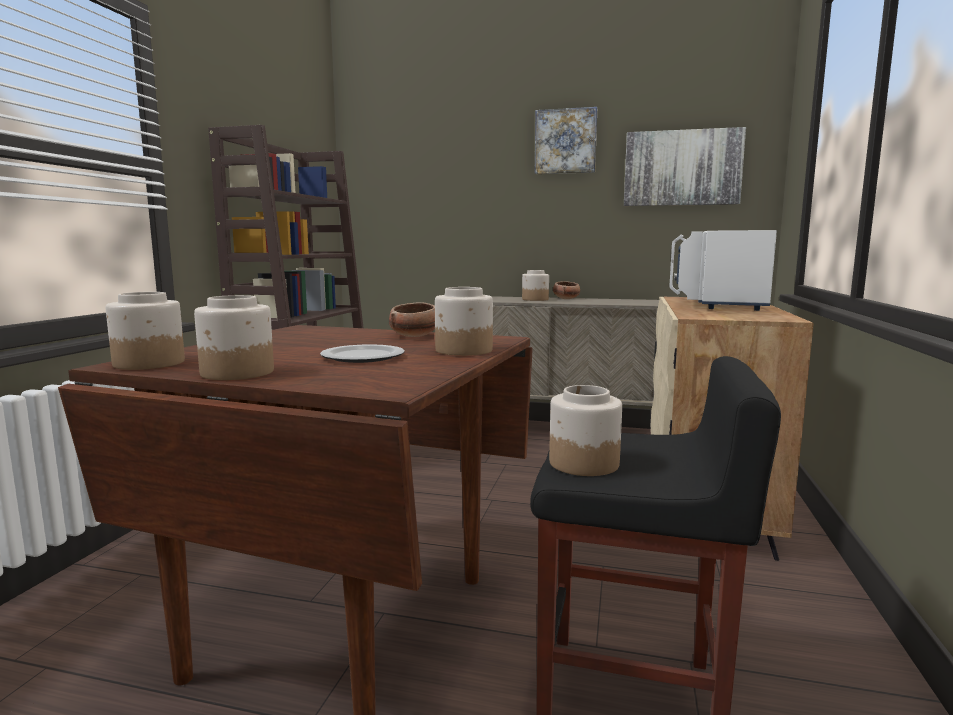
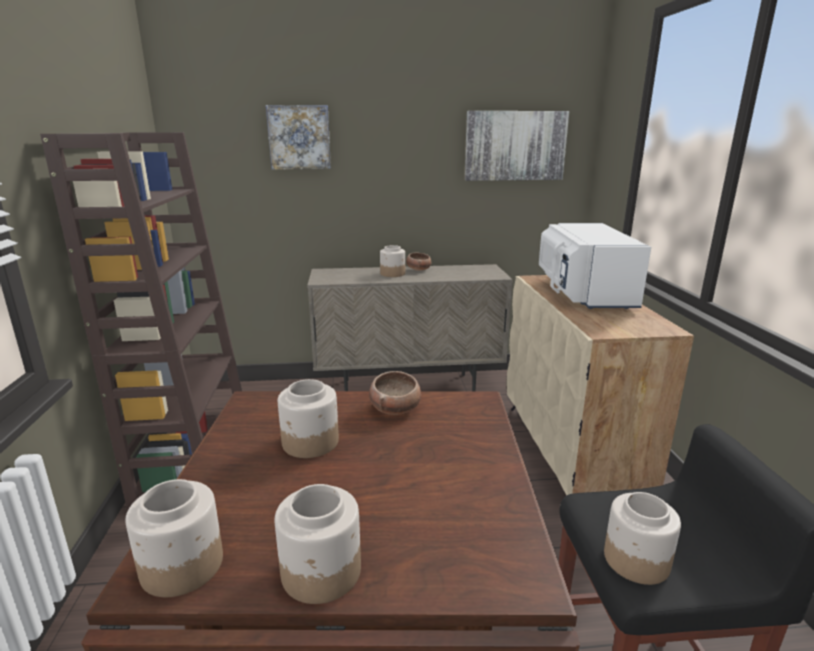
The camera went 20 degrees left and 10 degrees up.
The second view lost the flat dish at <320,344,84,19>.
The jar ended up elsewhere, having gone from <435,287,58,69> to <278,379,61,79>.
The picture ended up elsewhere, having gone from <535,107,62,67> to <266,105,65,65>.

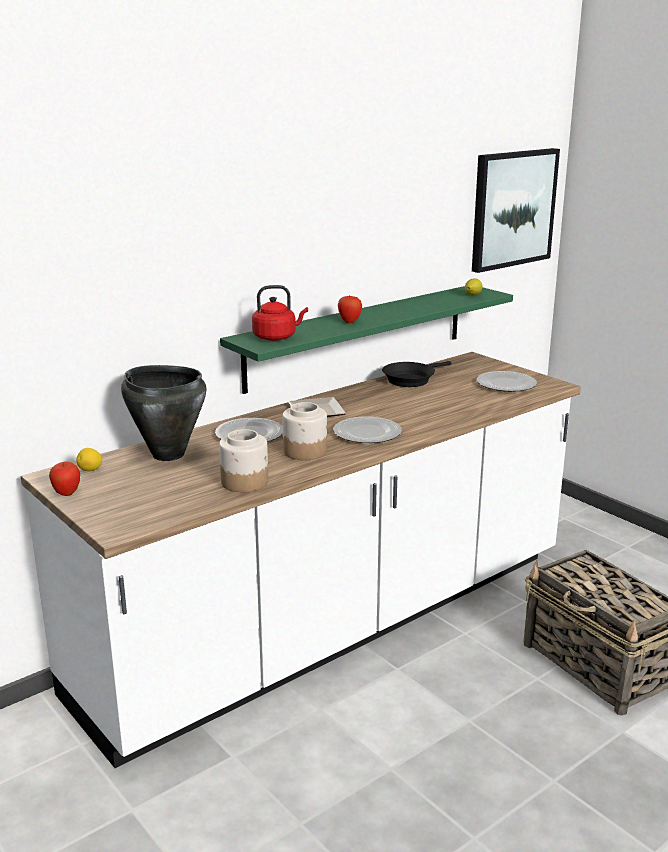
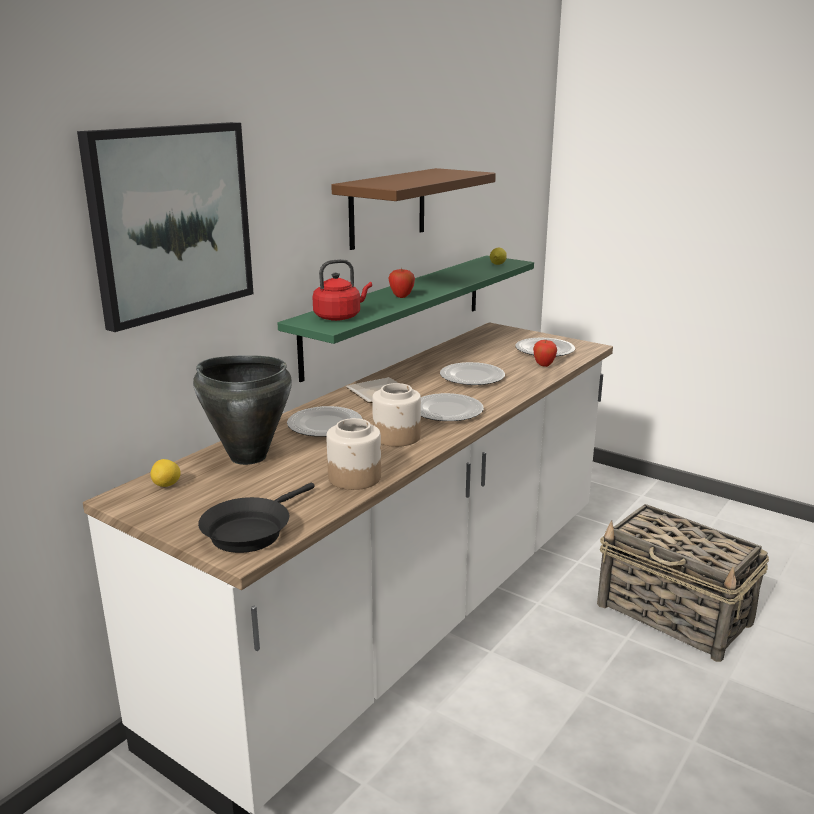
The camera went 15 degrees left and 0 degrees up.
The apple ended up elsewhere, having gone from <49,461,31,35> to <533,340,24,27>.
The black-coloured pan ended up elsewhere, having gone from <382,361,69,26> to <198,483,117,70>.
The picture ended up elsewhere, having gone from <472,148,88,125> to <77,122,177,210>.
The second view gained the brownish wall shelf at <331,168,165,82>.
The second view gained the flat dish at <440,362,65,23>.

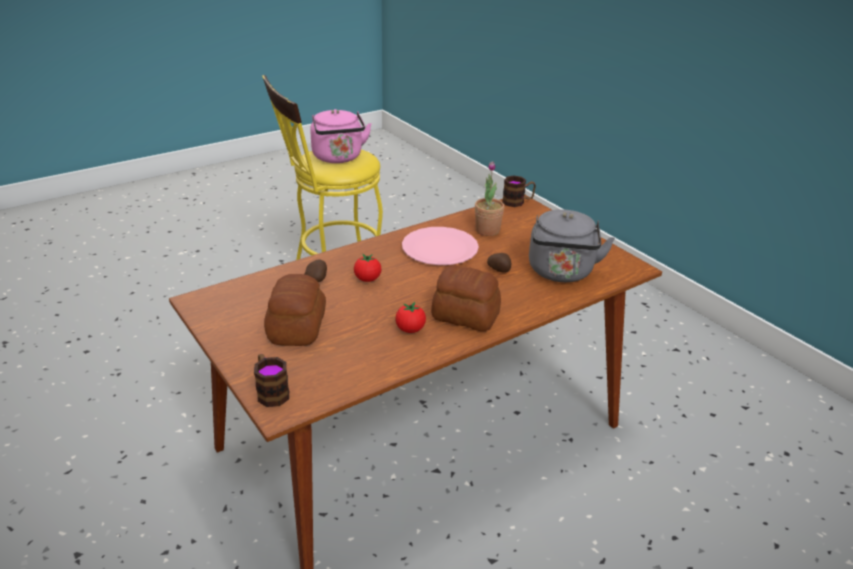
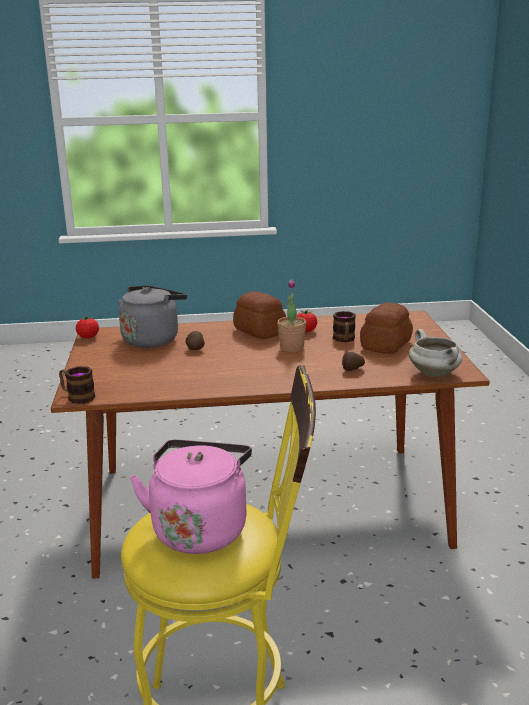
The camera went 150 degrees left and 10 degrees down.
The coffee mug ended up elsewhere, having gone from <254,354,35,53> to <333,311,23,31>.
The tomato ended up elsewhere, having gone from <354,254,28,28> to <76,316,23,22>.
The second view lost the pink flat dish at <402,227,77,38>.
The plant in a pot ended up elsewhere, having gone from <475,161,29,75> to <277,279,29,73>.
The second view gained the white stockpot at <409,329,53,48>.

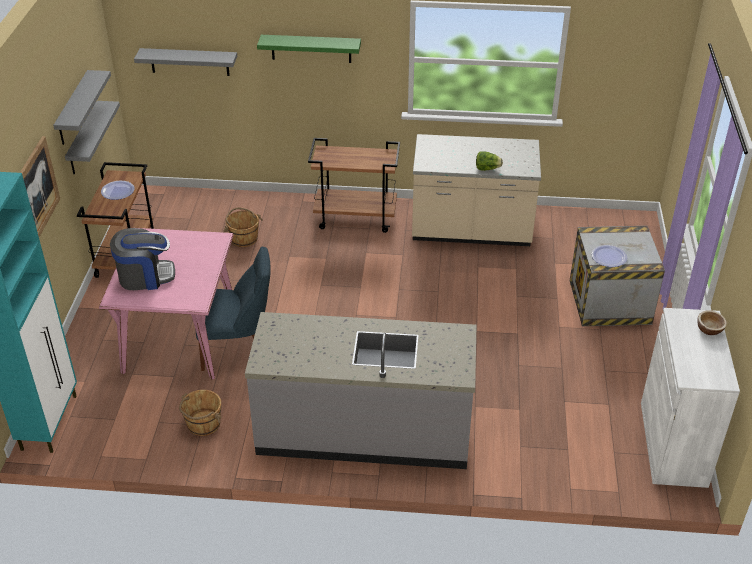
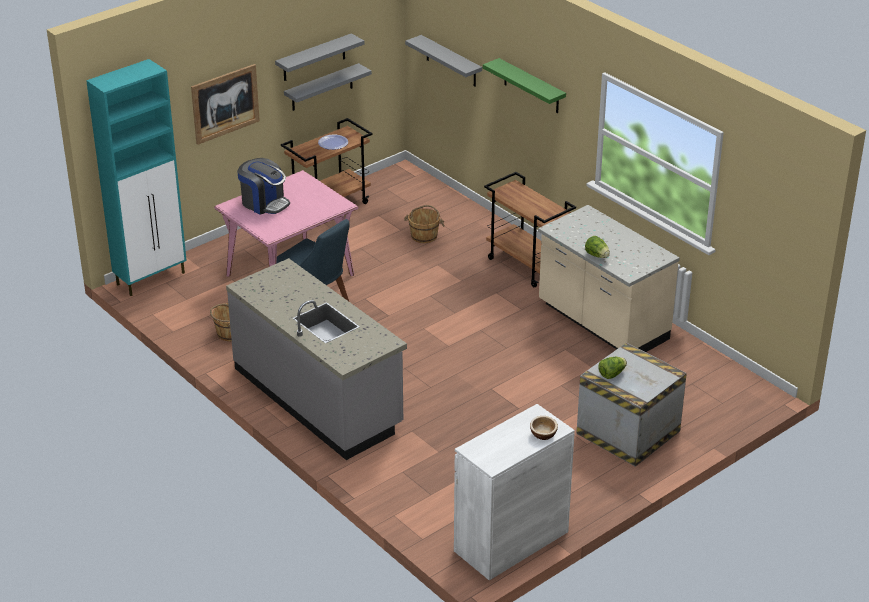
The camera went 45 degrees right and 5 degrees down.
Where the flat dish stood at <592,245,35,22>, the lettuce head came to stand at <598,357,29,22>.

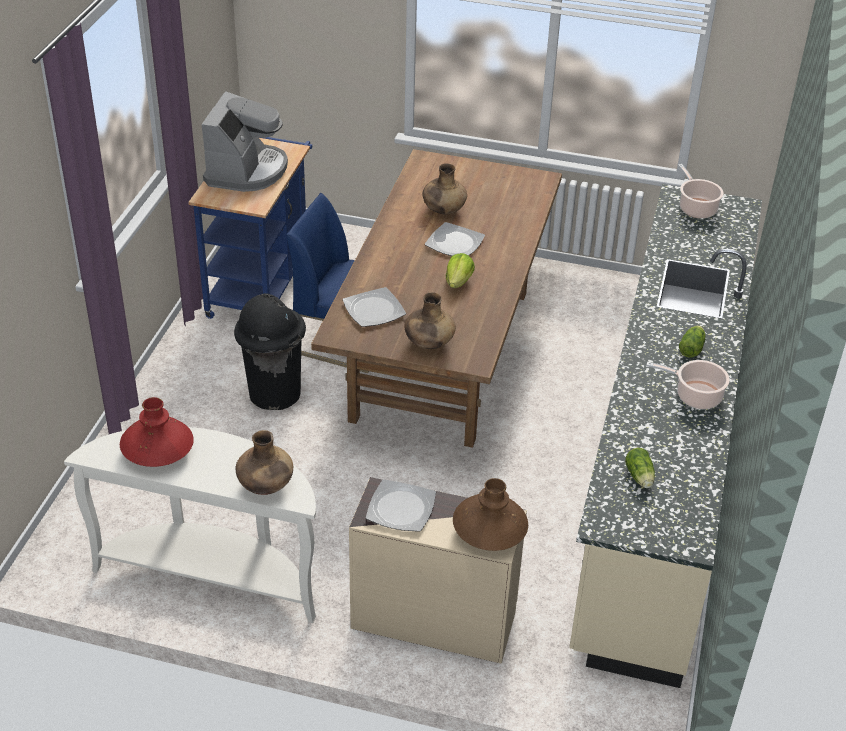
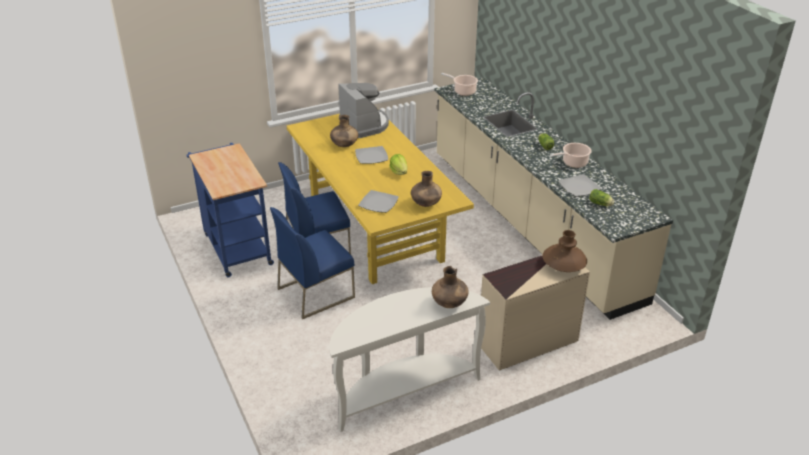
The camera went 40 degrees left and 5 degrees down.
The second view lost the red-coloured vase at <120,397,74,70>.
The coffee machine ended up elsewhere, having gone from <202,91,86,101> to <338,83,51,55>.
Where the black-coloured waste bin stood at <234,293,72,117>, the blue-coloured upright chair came to stand at <270,207,85,112>.
What was the brownish dining table at <311,149,251,299> turned into the yellow dining table at <287,107,187,177>.
The flat dish ended up elsewhere, having gone from <366,479,70,53> to <558,174,43,23>.

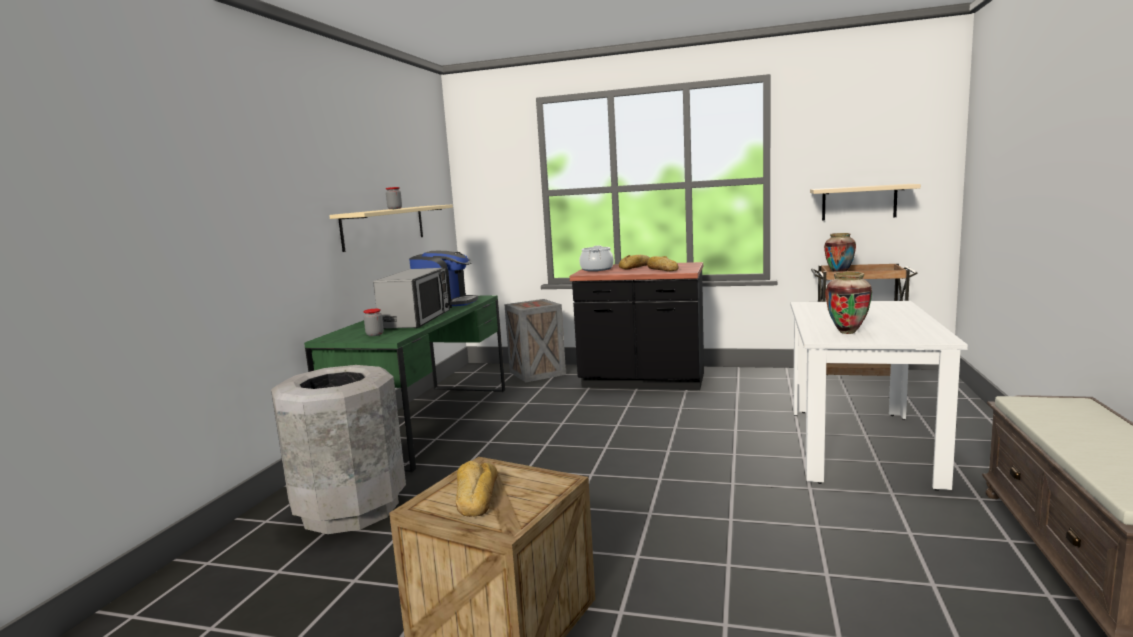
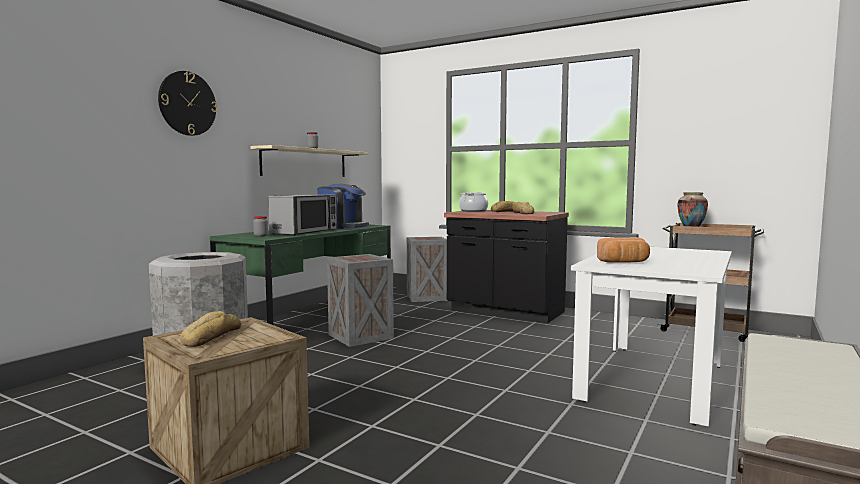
The camera went 15 degrees right and 5 degrees down.
The second view lost the beige wall shelf at <810,184,111,36>.
Where the vase stood at <825,272,47,62>, the bakery bread came to stand at <597,237,53,26>.
The second view gained the wall clock at <158,71,59,65>.
The second view gained the crate at <327,254,67,93>.

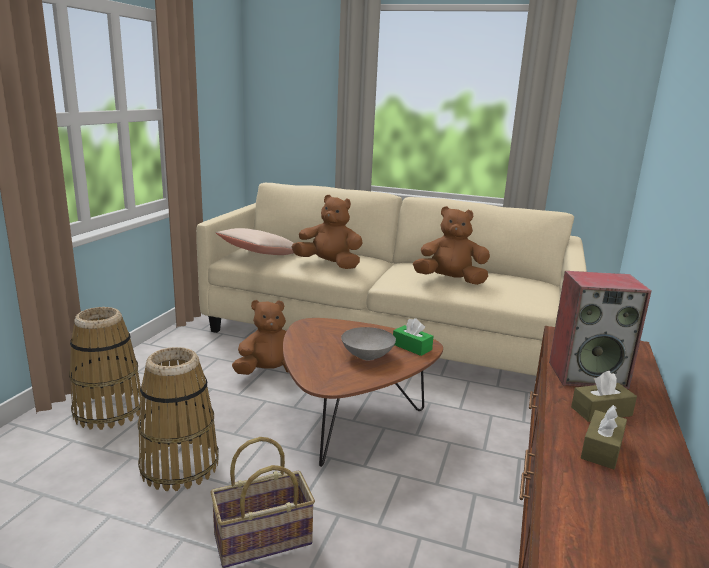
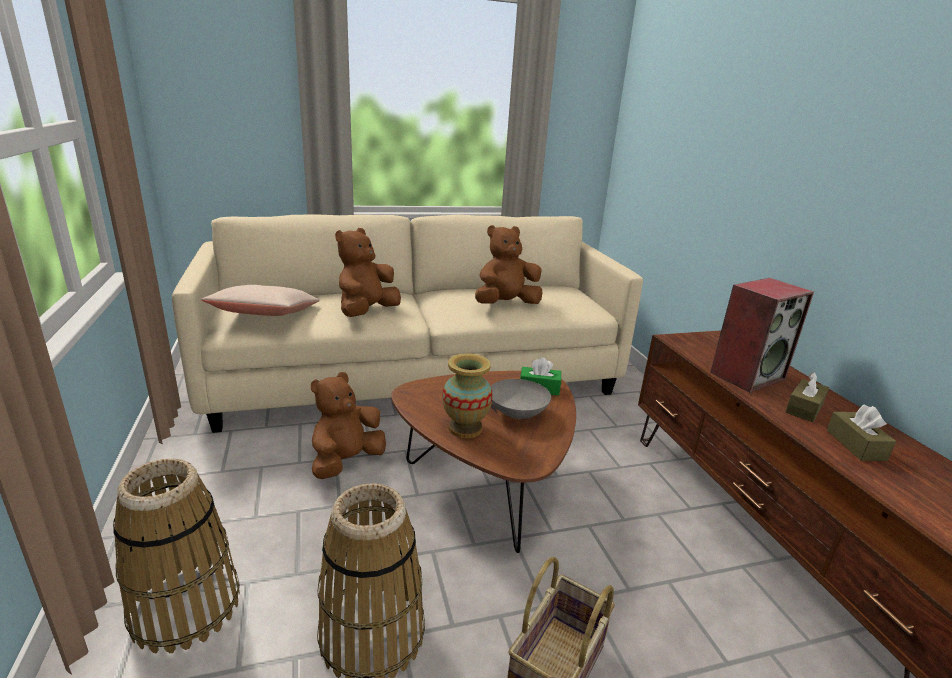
The camera went 35 degrees left and 5 degrees up.
The brownish soft toy at <292,195,71,74> ended up facing another way, 45 degrees counterclockwise from before.
The second view gained the vase at <442,353,51,85>.

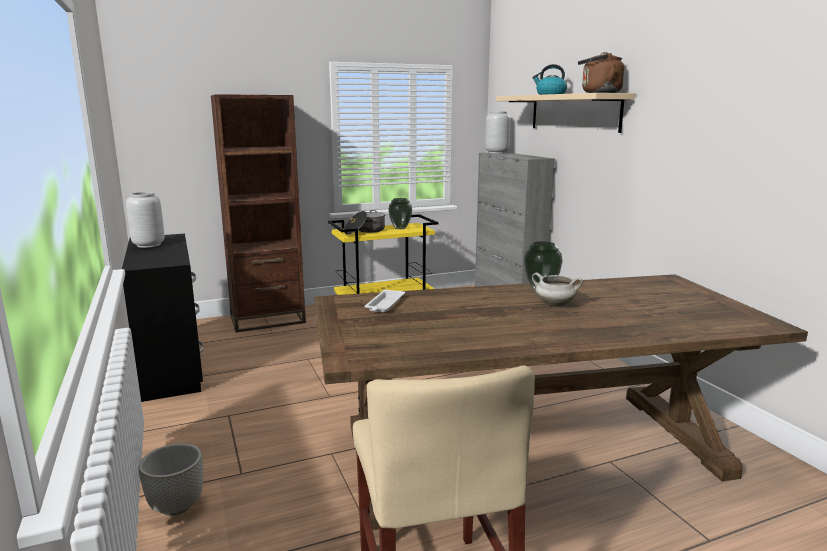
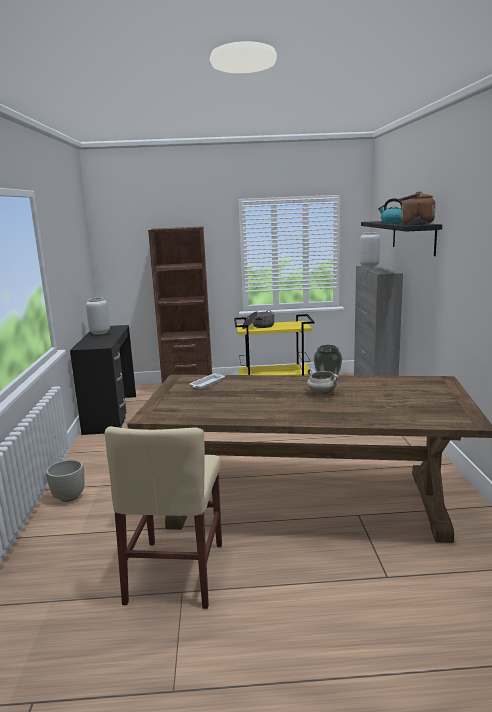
The camera went 20 degrees right and 0 degrees up.
The second view lost the vase at <388,198,24,31>.
What was the beige wall shelf at <496,93,139,40> turned into the black-coloured wall shelf at <361,221,81,35>.

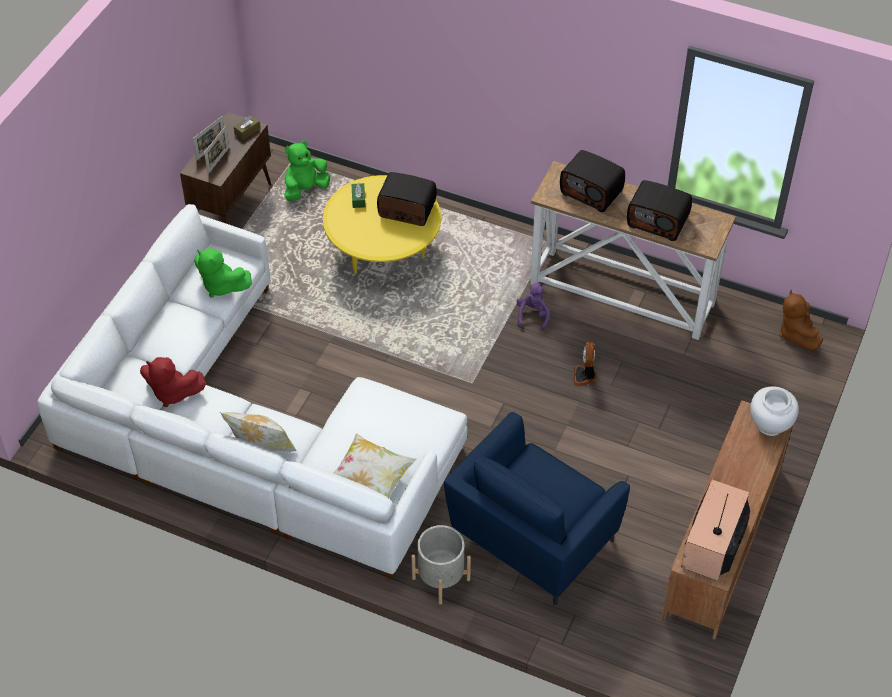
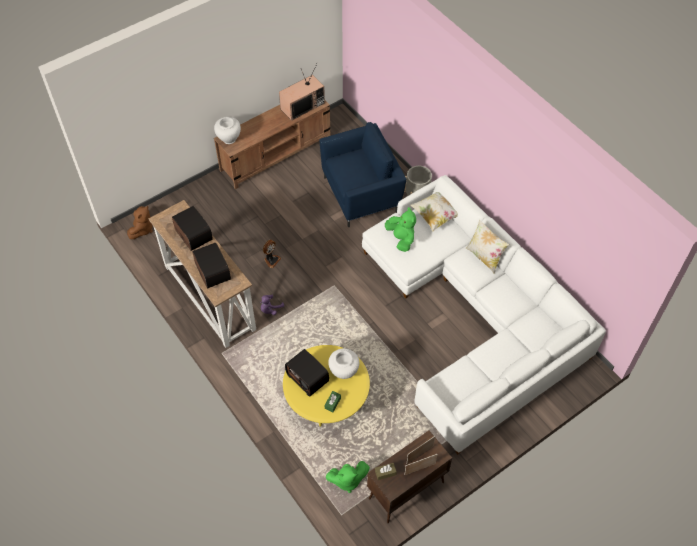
The camera went 150 degrees left and 5 degrees up.
The second view lost the red-coloured soft toy at <140,357,67,50>.
The green-coloured soft toy ended up elsewhere, having gone from <194,248,58,50> to <385,207,31,45>.
The second view gained the white vase at <328,348,31,31>.

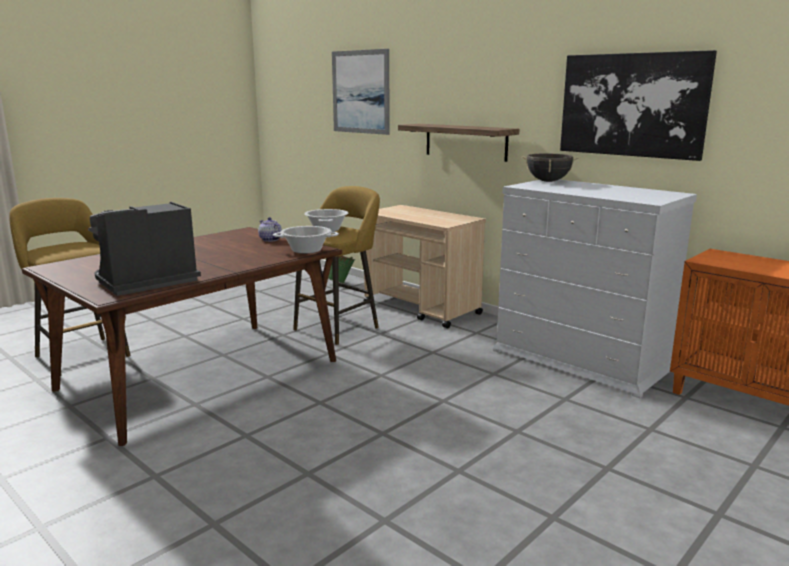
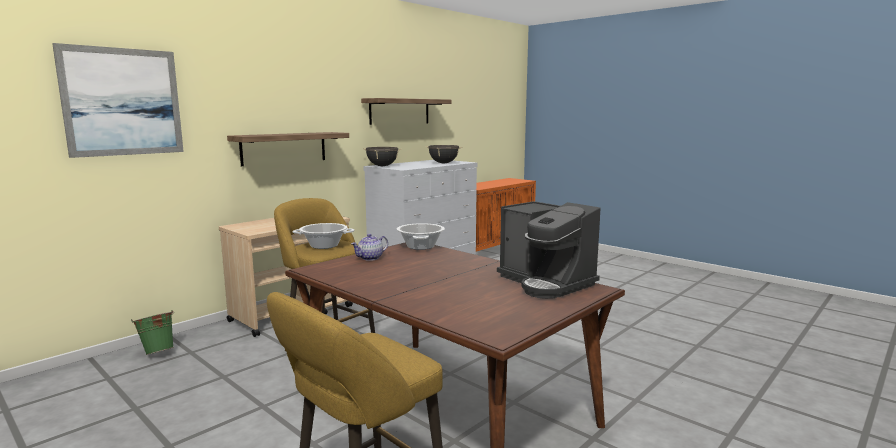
The camera went 90 degrees left and 5 degrees down.
Where the picture hung at <560,50,157,111>, the wall shelf came to hang at <361,98,91,27>.
The second view gained the black-coloured stockpot at <426,145,36,18>.

